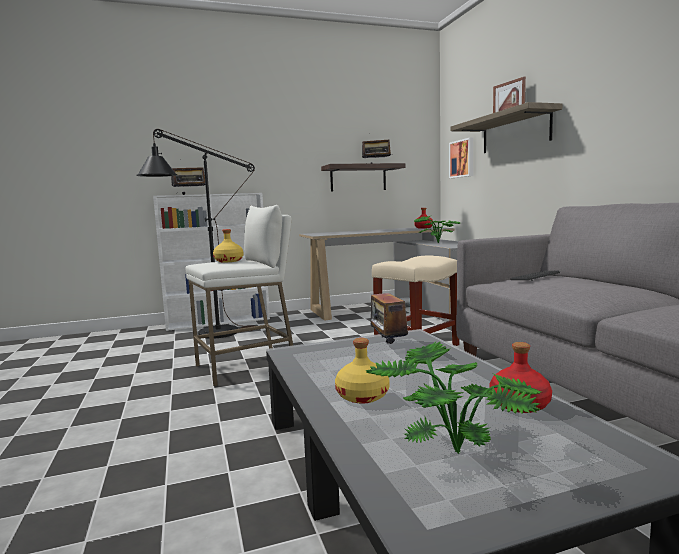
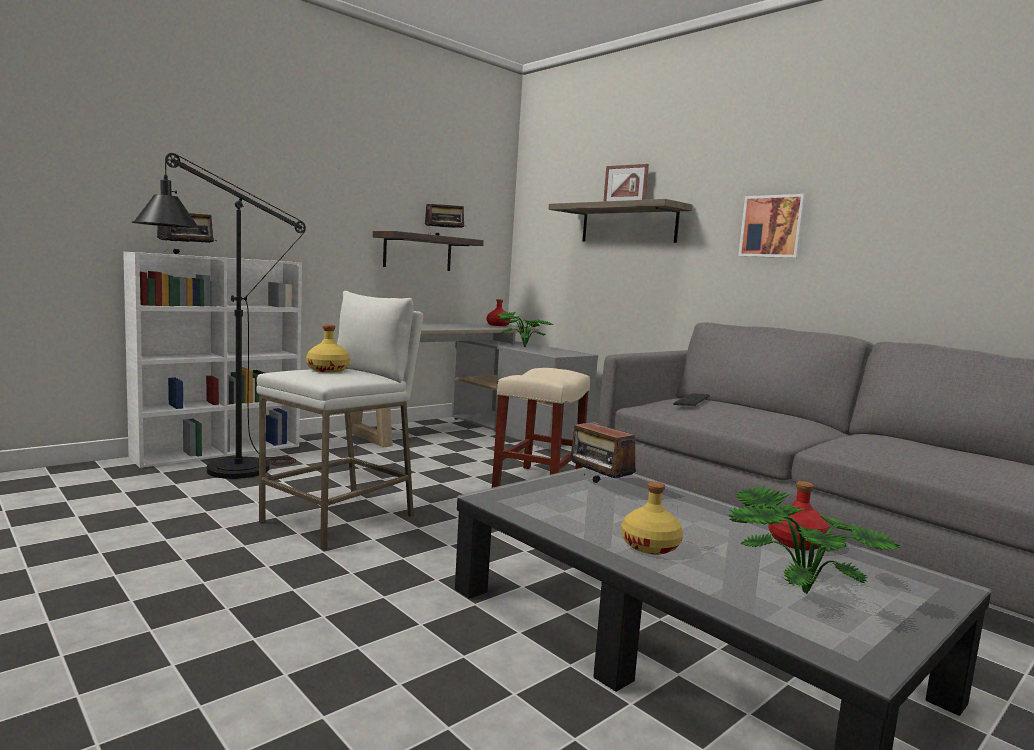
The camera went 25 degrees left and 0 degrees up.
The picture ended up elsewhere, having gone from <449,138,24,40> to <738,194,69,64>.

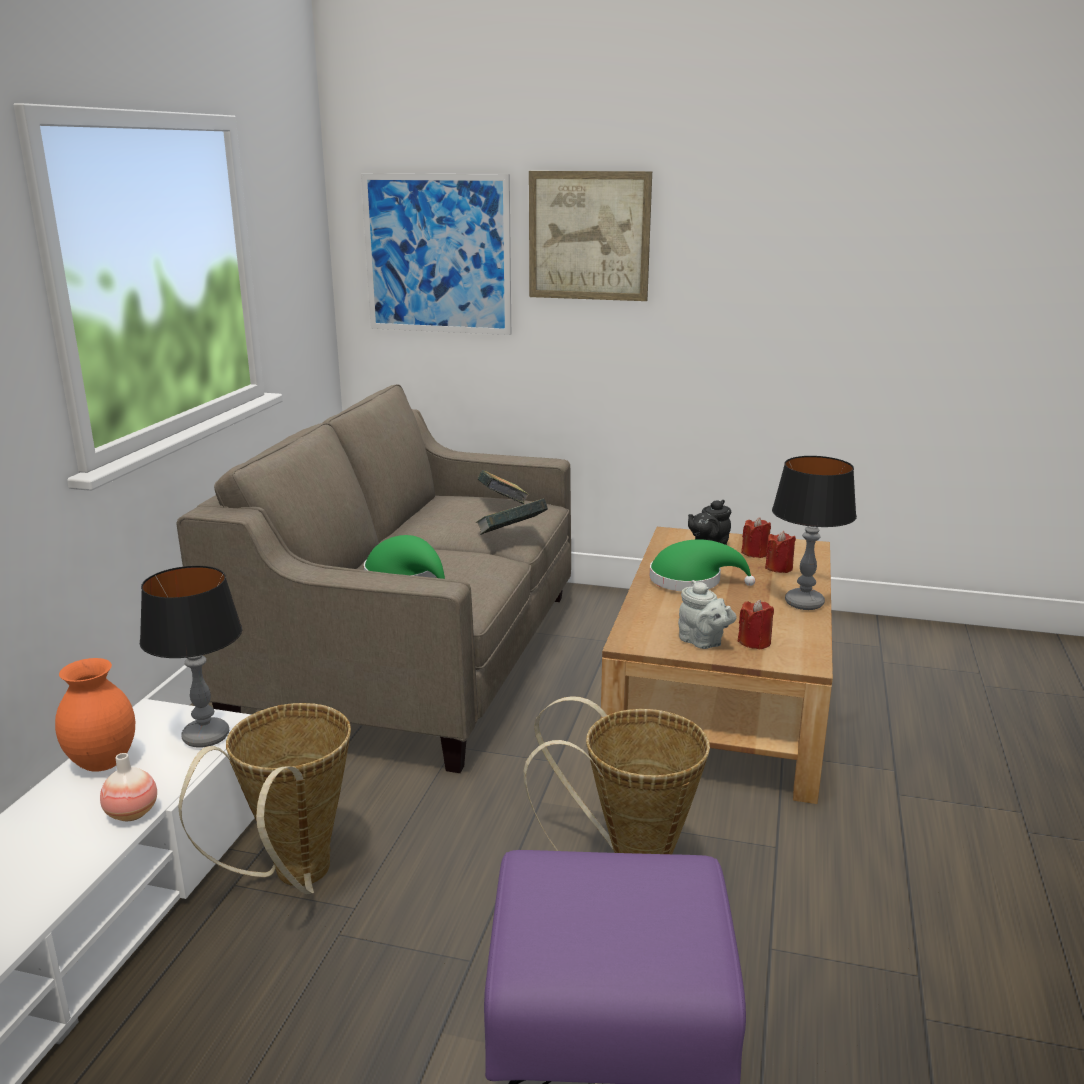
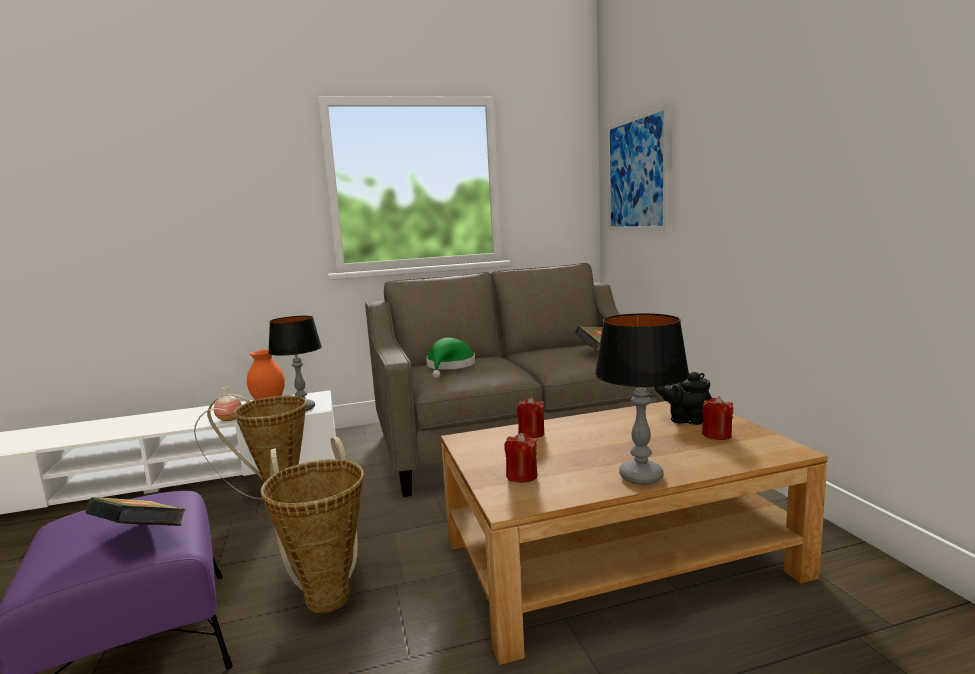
The camera went 60 degrees right and 10 degrees down.
The book ended up elsewhere, having gone from <476,499,72,36> to <85,497,102,29>.
The second view lost the picture at <529,171,123,130>.
The second view lost the green-coloured wearable hat at <650,539,105,53>.
The second view lost the grey pot for tea at <678,580,58,69>.
The red-coloured candle ended up elsewhere, having gone from <765,531,31,42> to <517,397,27,41>.

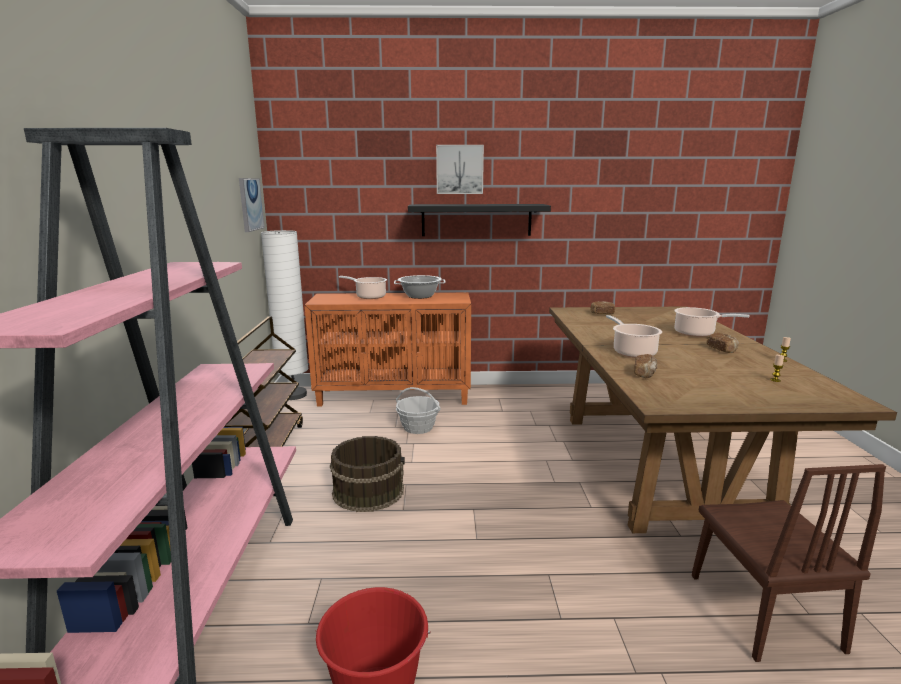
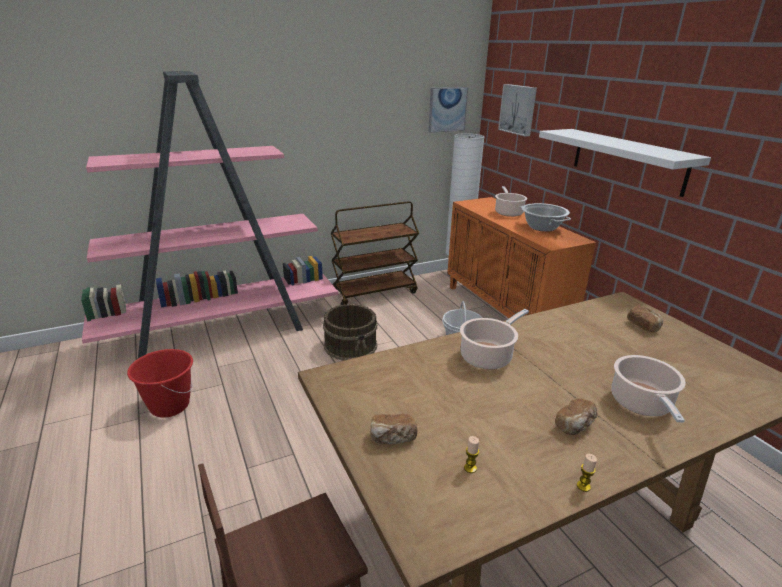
The camera went 65 degrees right and 10 degrees up.
What was the black-coloured wall shelf at <408,204,143,32> turned into the white wall shelf at <539,129,172,68>.
The picture ended up elsewhere, having gone from <436,145,48,49> to <498,84,39,53>.
The bakery bread ended up elsewhere, having gone from <634,354,23,24> to <370,414,47,30>.

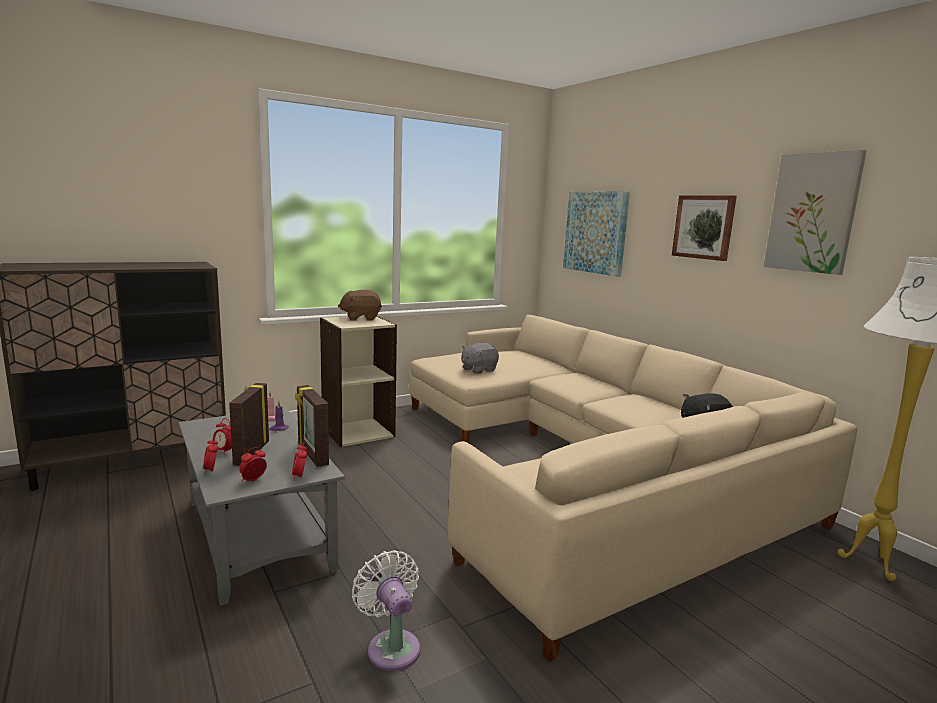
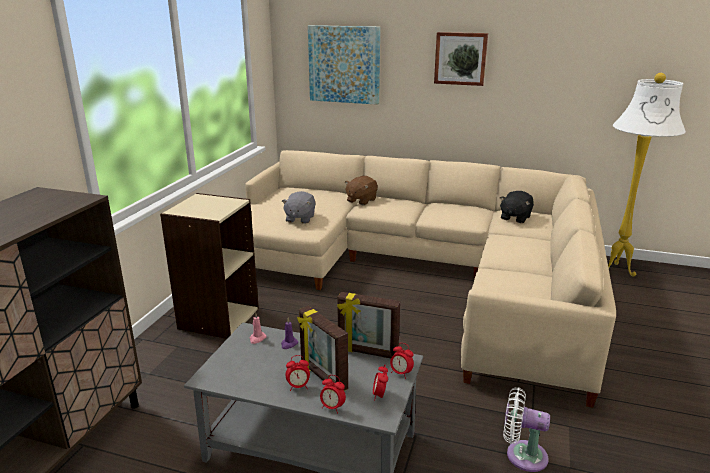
The camera went 40 degrees left and 10 degrees up.
The brownish soft toy ended up elsewhere, having gone from <338,290,44,31> to <345,176,33,29>.
The second view lost the picture at <764,150,103,125>.

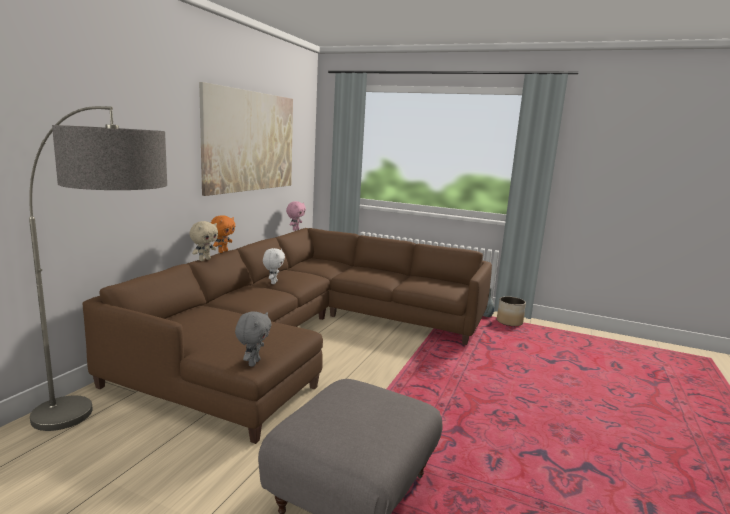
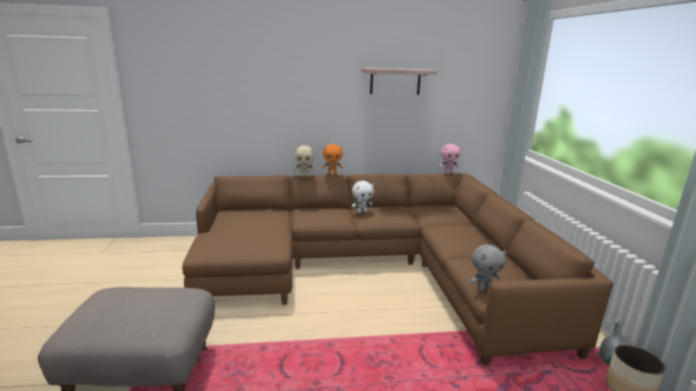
The camera went 60 degrees right and 5 degrees up.
The second view lost the floor lamp at <29,106,138,325>.
Where the picture hung at <199,82,94,114>, the wall shelf came to hang at <362,68,76,27>.
The grey soft toy ended up elsewhere, having gone from <235,311,37,56> to <471,245,35,46>.

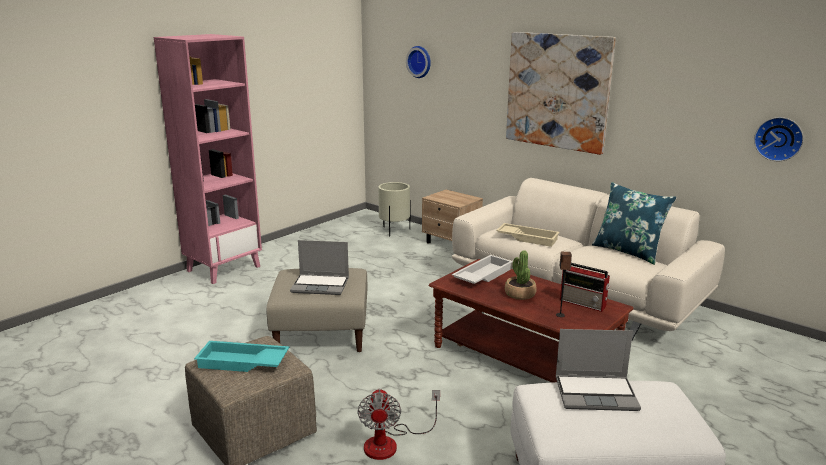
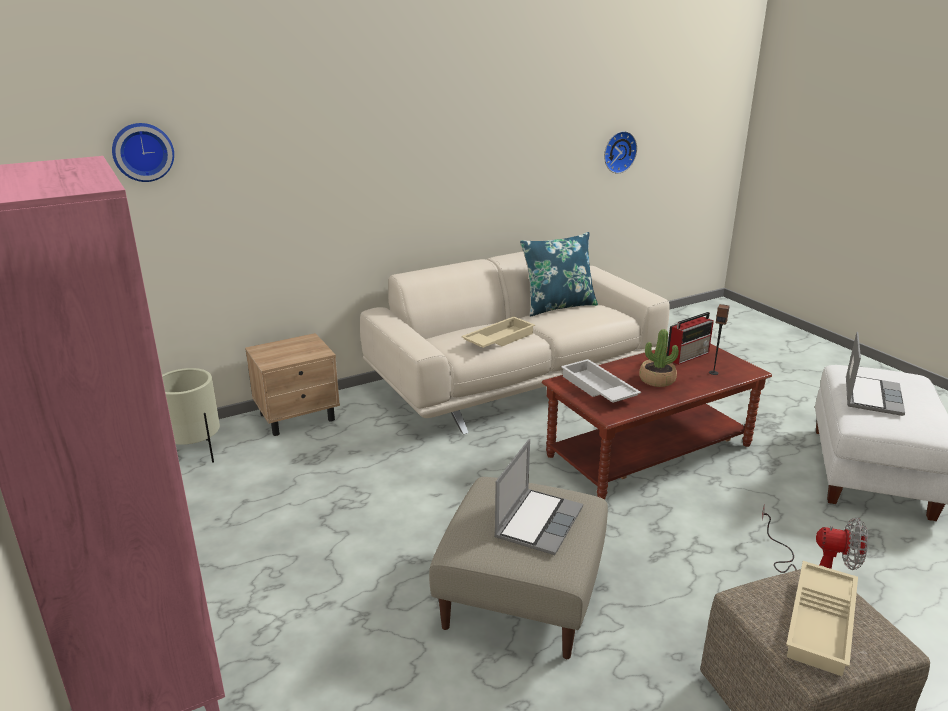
The camera went 70 degrees left and 5 degrees up.
What was the turquoise tray at <194,341,95,31> turned into the beige tray at <786,561,72,115>.
The second view lost the picture at <506,32,110,123>.

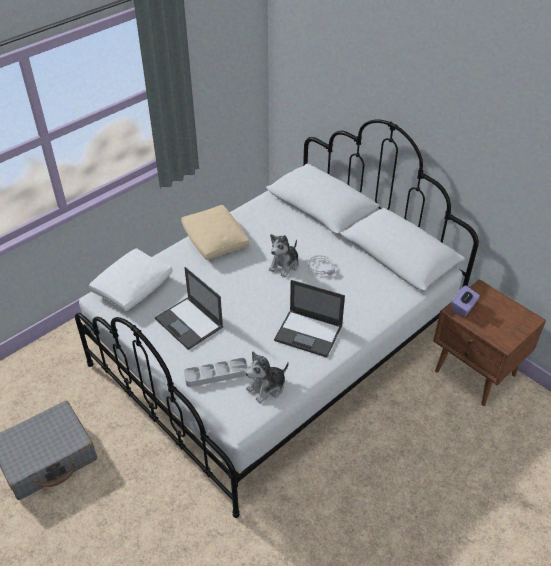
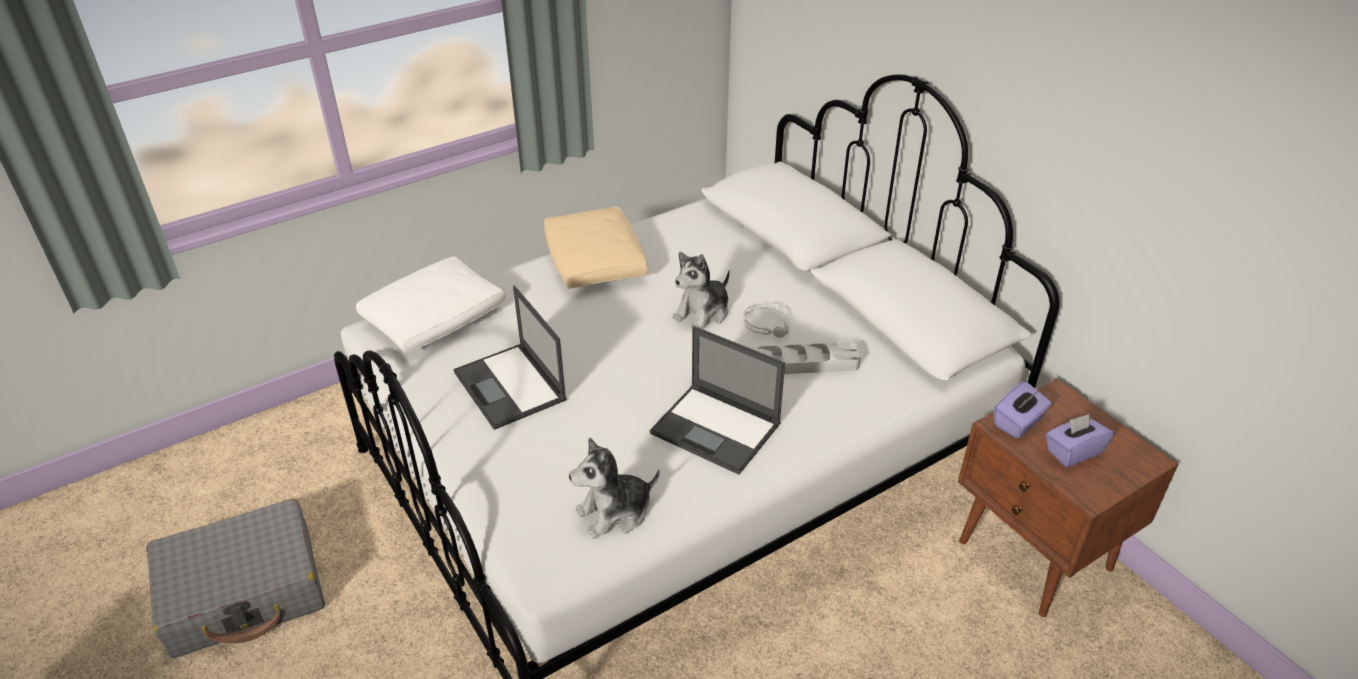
The camera went 10 degrees right and 5 degrees down.
The grey tray ended up elsewhere, having gone from <184,358,64,29> to <756,342,105,32>.
The second view gained the purple tissue box at <1046,413,68,54>.

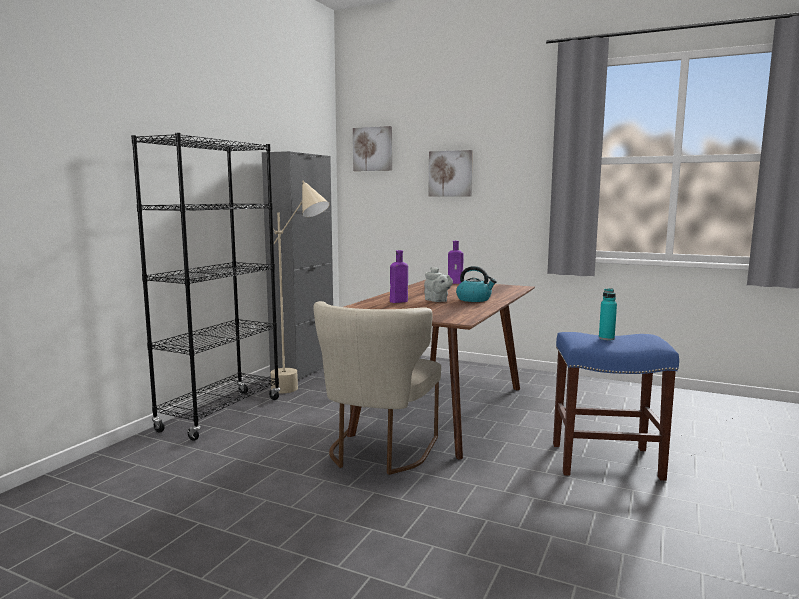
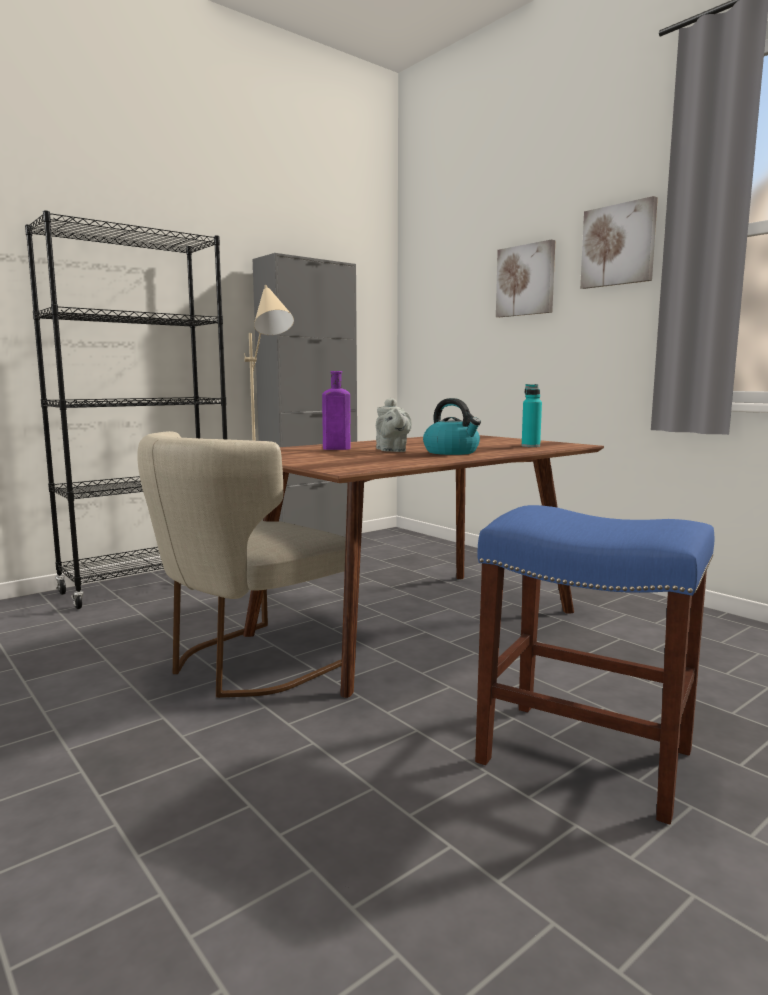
The camera went 25 degrees right and 0 degrees up.
The picture ended up elsewhere, having gone from <353,126,39,45> to <580,196,78,93>.
The second view lost the purple drink bottle at <448,241,16,43>.
The turquoise drink bottle ended up elsewhere, having gone from <599,288,18,52> to <522,384,20,63>.

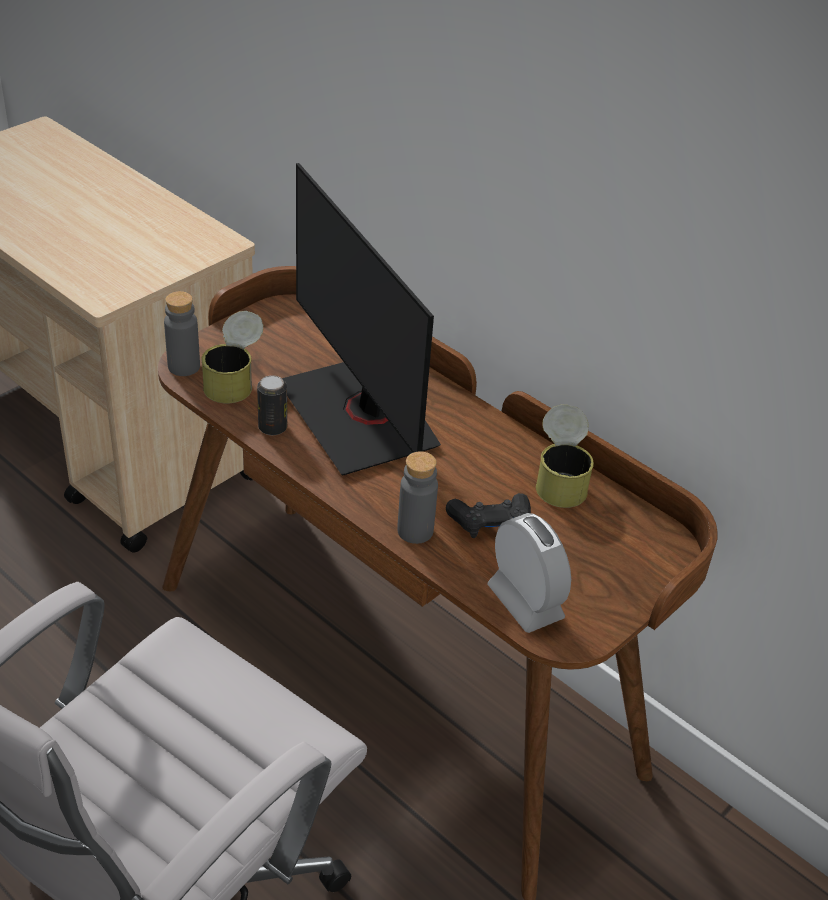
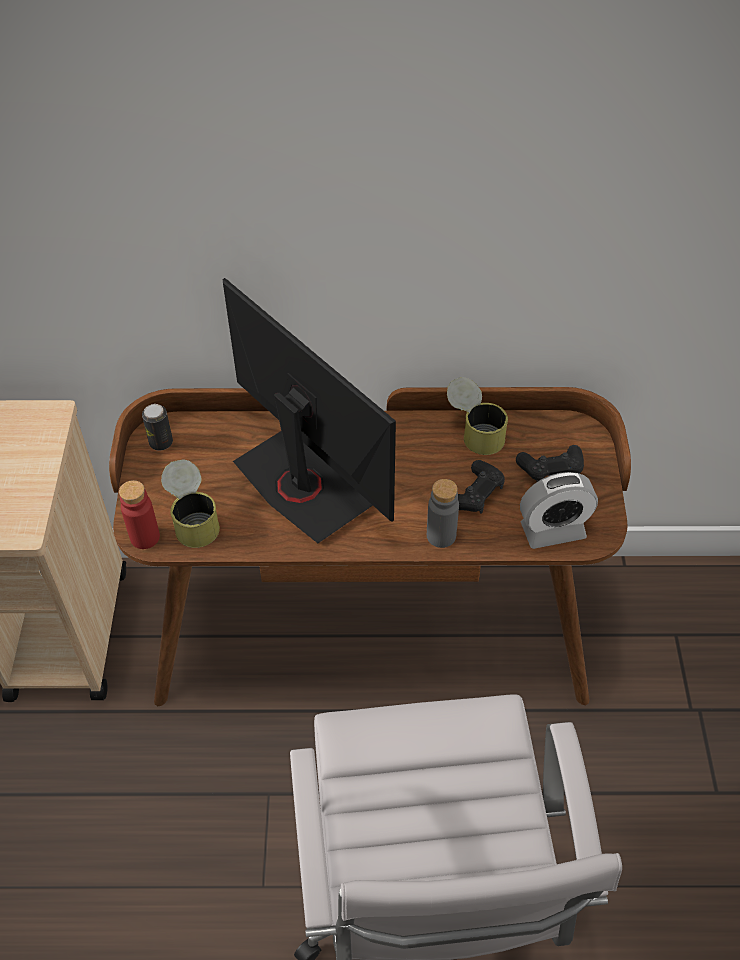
The camera went 40 degrees left and 10 degrees up.
What was the grey drink bottle at <164,291,36,85> turned into the red-coloured drink bottle at <119,480,41,69>.
The can ended up elsewhere, having gone from <257,375,30,60> to <142,404,31,47>.
The computer display at <282,163,159,313> ended up facing another way, 150 degrees counterclockwise from before.
The alarm clock at <487,513,84,120> ended up facing another way, 150 degrees clockwise from before.
The second view gained the black-coloured joypad at <516,445,68,37>.

